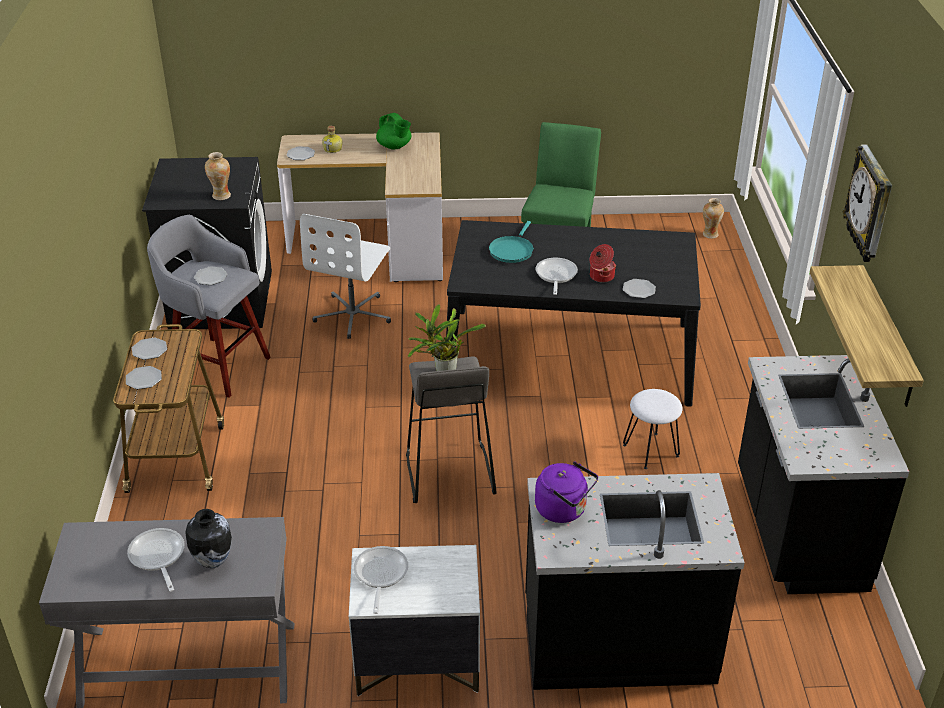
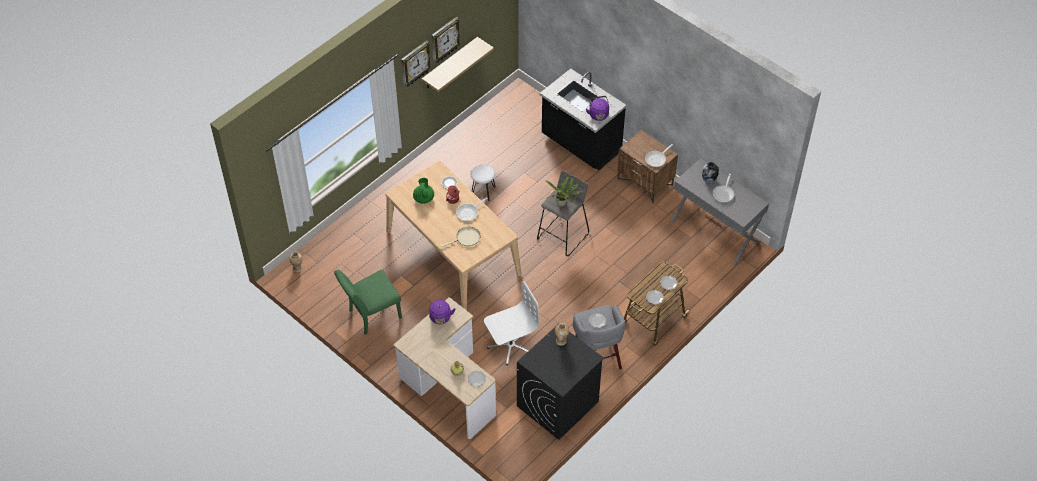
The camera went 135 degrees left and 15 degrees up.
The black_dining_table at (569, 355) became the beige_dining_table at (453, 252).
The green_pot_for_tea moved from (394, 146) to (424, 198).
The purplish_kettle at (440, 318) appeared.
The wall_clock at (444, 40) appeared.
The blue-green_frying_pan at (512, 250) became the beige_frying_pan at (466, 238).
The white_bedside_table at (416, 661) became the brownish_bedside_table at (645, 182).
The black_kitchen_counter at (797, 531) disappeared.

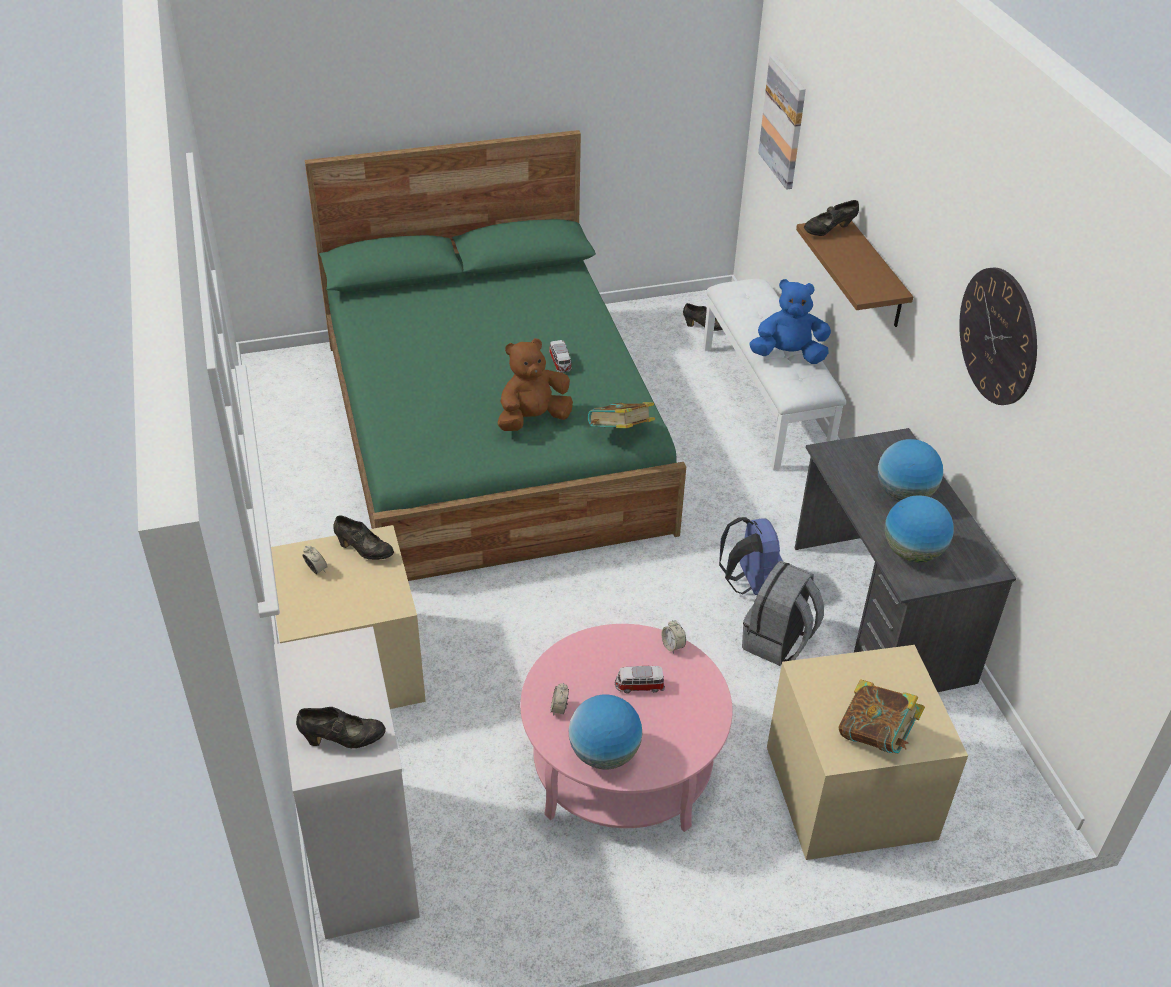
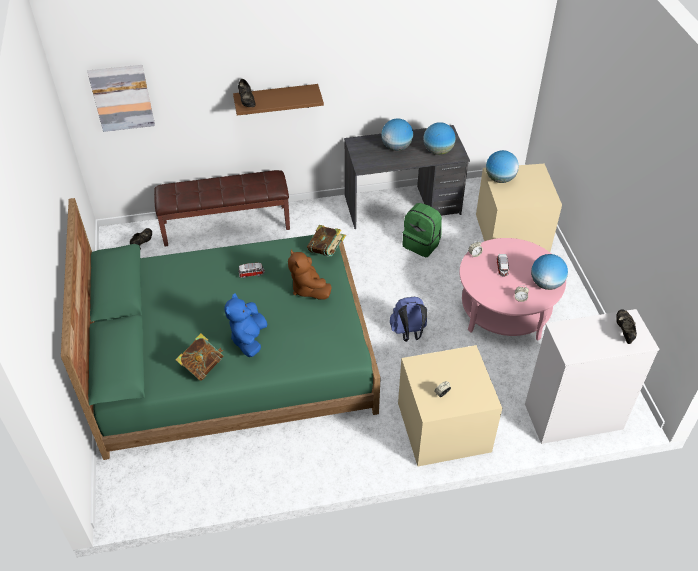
The camera went 85 degrees left and 5 degrees up.
The white_bench at (765, 401) became the brownish_bench at (226, 225).
The volume moved from (876, 735) to (202, 366).
The blue-coloured_plush_toy moved from (788, 355) to (249, 339).
The blue-coloured_rucksack moved from (750, 584) to (408, 333).
The gray_rucksack at (778, 642) became the green_rucksack at (422, 244).
The globe at (500, 179) appeared.
The black_low_shoe at (364, 551) disappeared.
The wall_clock at (998, 336) disappeared.

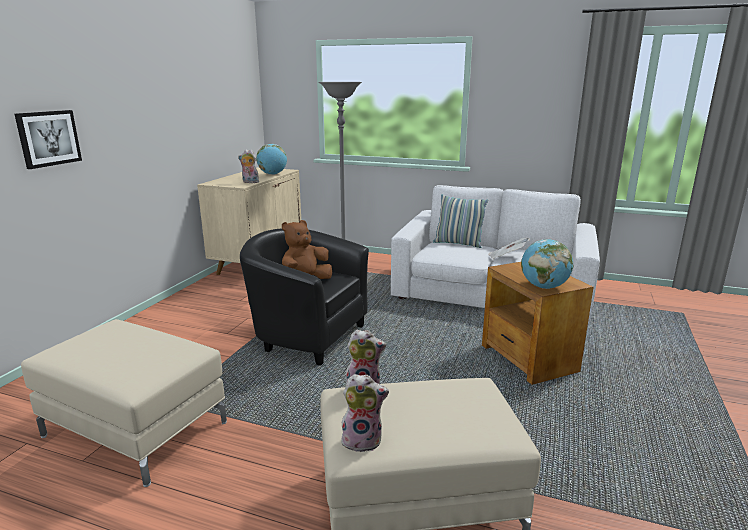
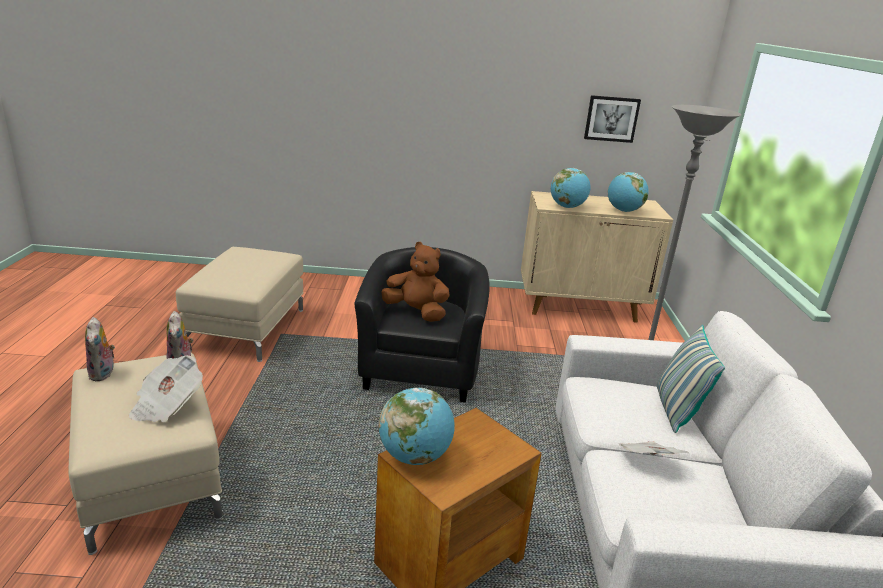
The camera went 70 degrees right and 5 degrees up.
The daily_paper at (167, 405) appeared.
The plush_toy at (249, 182) was replaced by the globe at (567, 207).
The picture moved from (48, 138) to (611, 119).

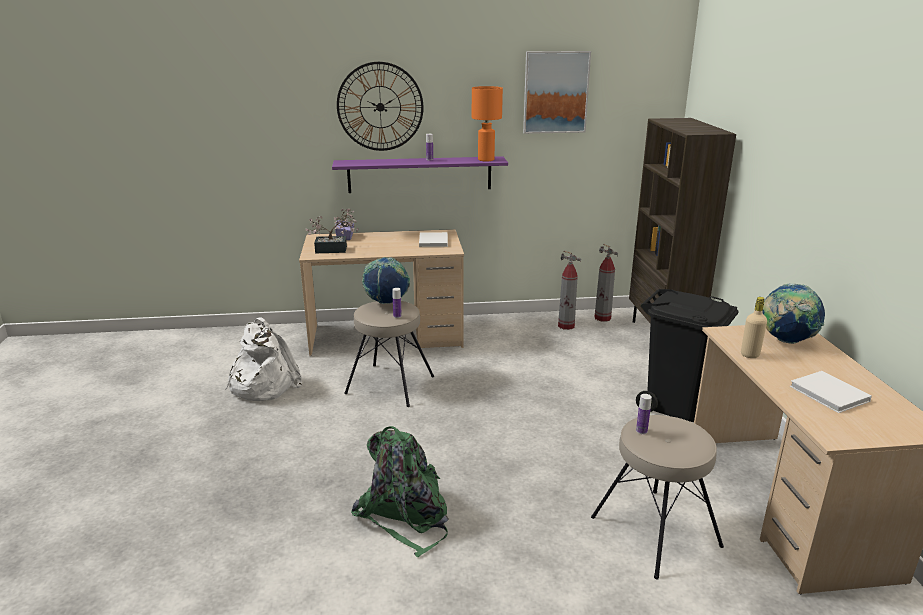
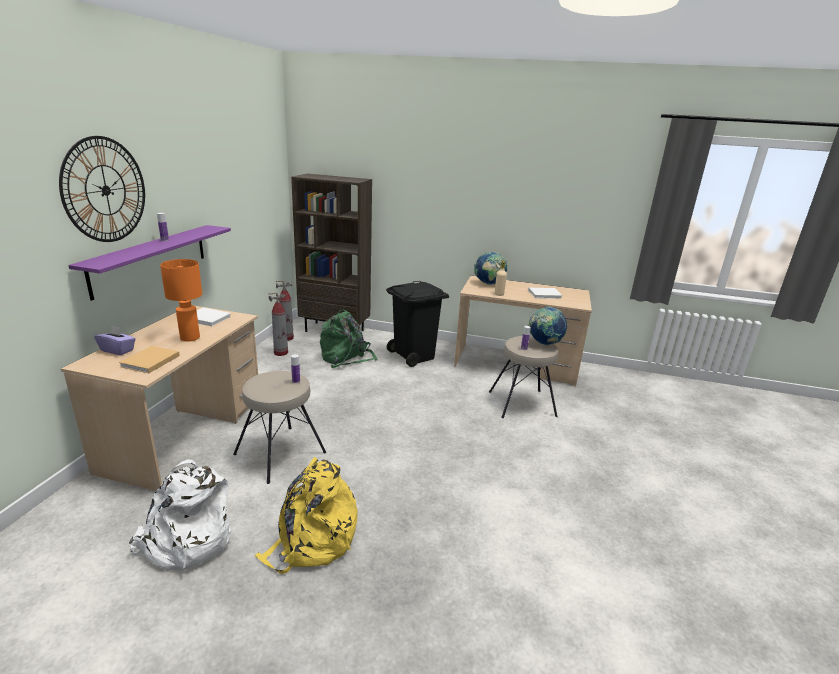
The camera went 70 degrees left and 0 degrees up.
The houseplant at (335, 249) was replaced by the beige_volume at (149, 361).
The orangey_lamp_for_a_table moved from (486, 160) to (190, 338).
The yellowish_rucksack at (312, 540) appeared.
The green_rucksack moved from (406, 515) to (346, 357).
The globe moved from (387, 302) to (544, 343).
The picture at (555, 92) disappeared.

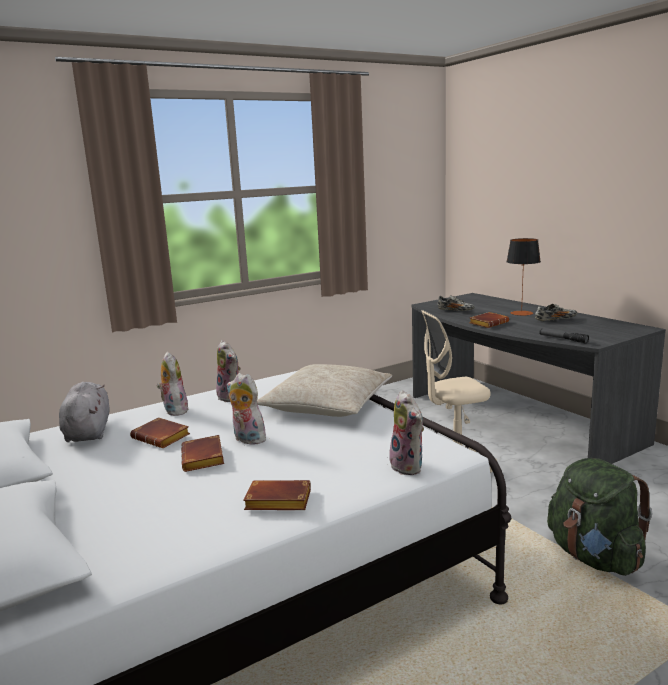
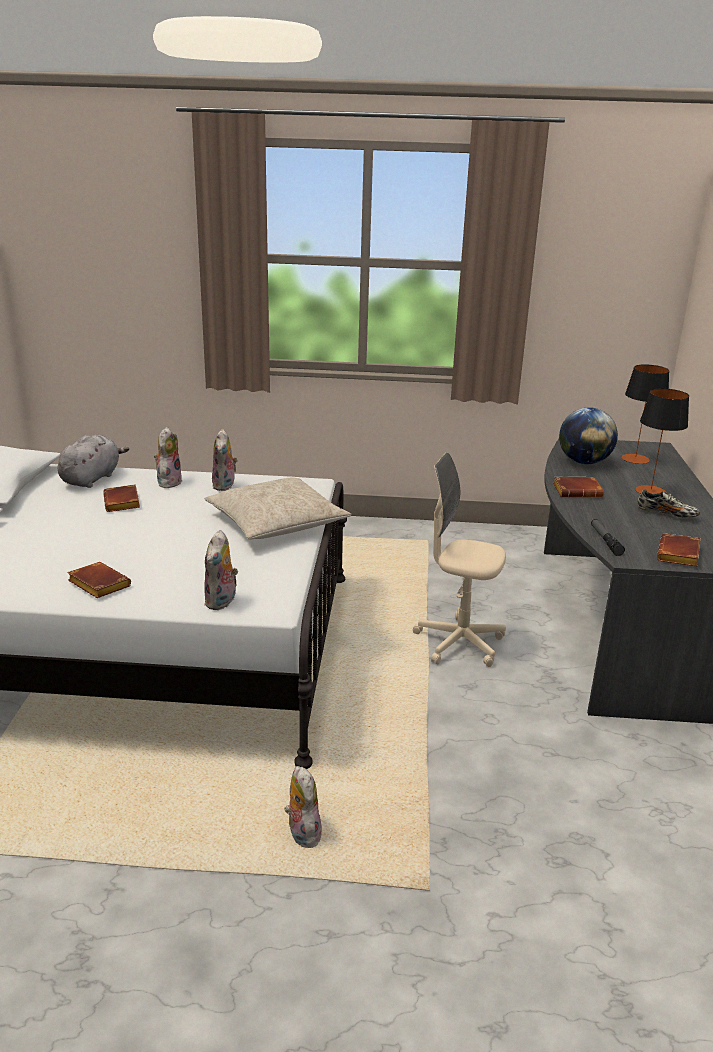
The camera went 35 degrees right and 10 degrees up.
The plush_toy moved from (247, 439) to (302, 833).
The low_shoe at (455, 311) was replaced by the globe at (584, 462).
The lamp_for_a_table at (635, 459) appeared.
The brownish_volume moved from (204, 459) to (679, 556).
The green_rucksack at (594, 557) disappeared.

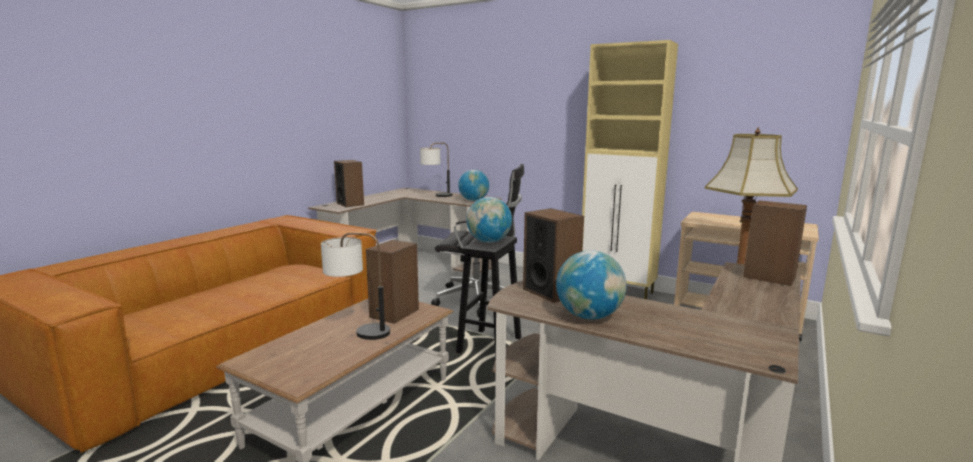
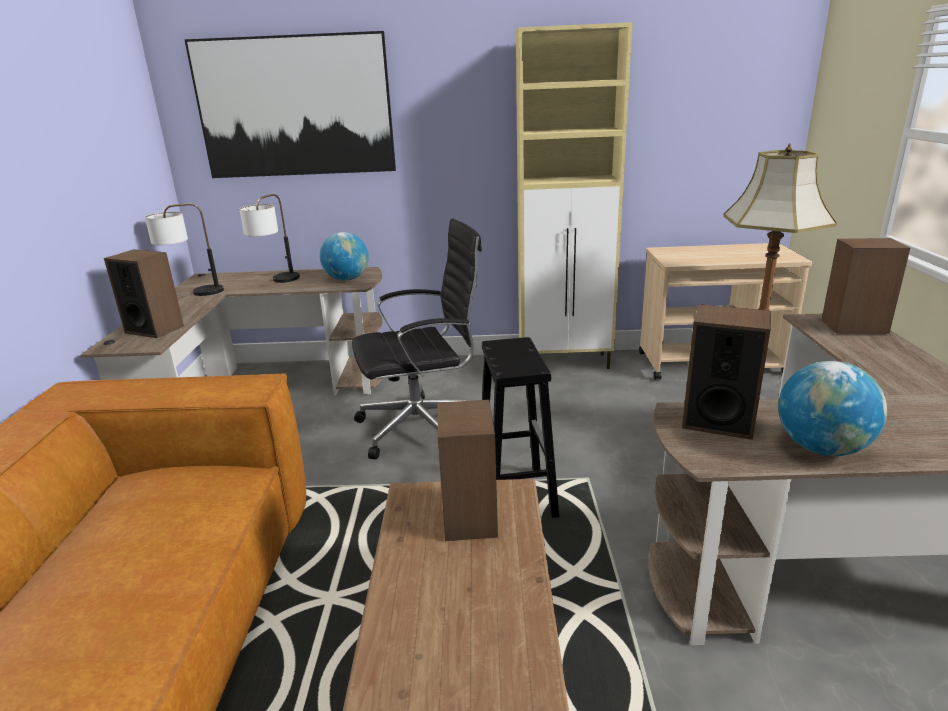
The camera went 30 degrees left and 10 degrees up.
The lamp_for_a_table moved from (358, 331) to (193, 293).
The picture at (295, 107) appeared.
The globe at (489, 241) disappeared.

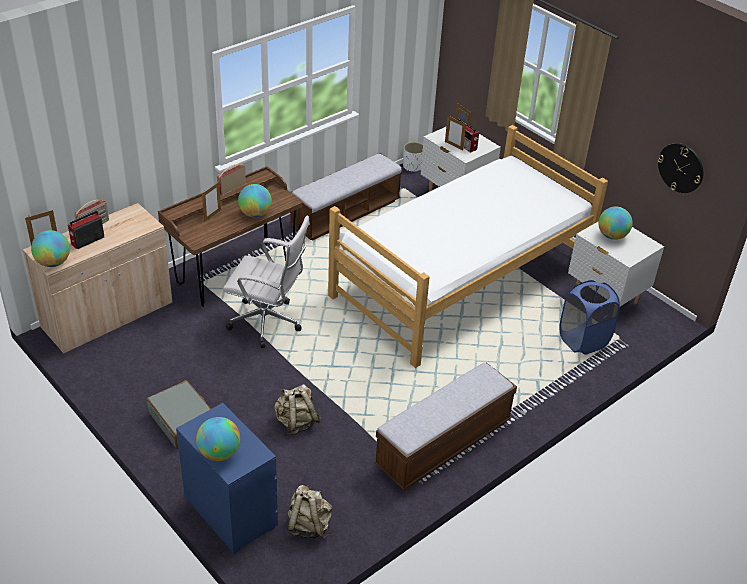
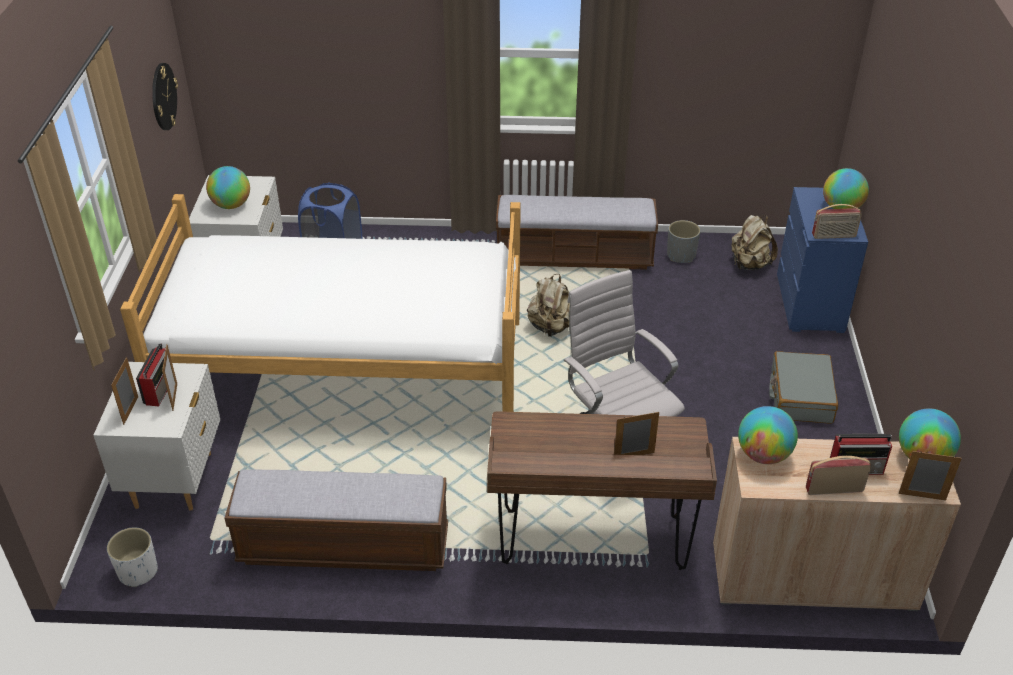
The camera went 135 degrees left and 0 degrees up.
The beige_rucksack moved from (296, 422) to (550, 327).
The gray_plant_pot at (681, 255) appeared.
The globe moved from (255, 214) to (763, 455).
The radio moved from (231, 188) to (834, 236).

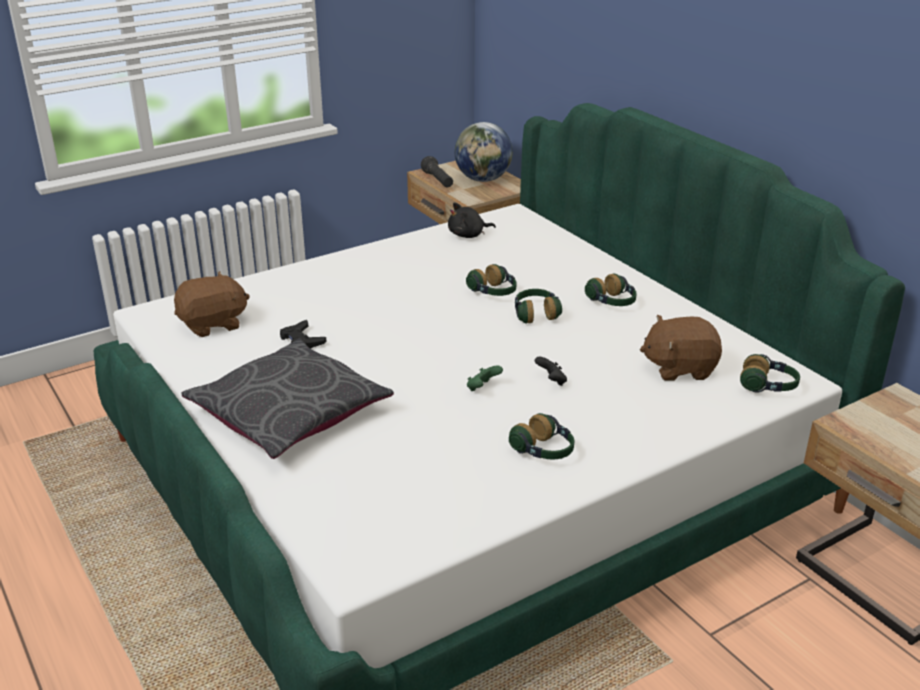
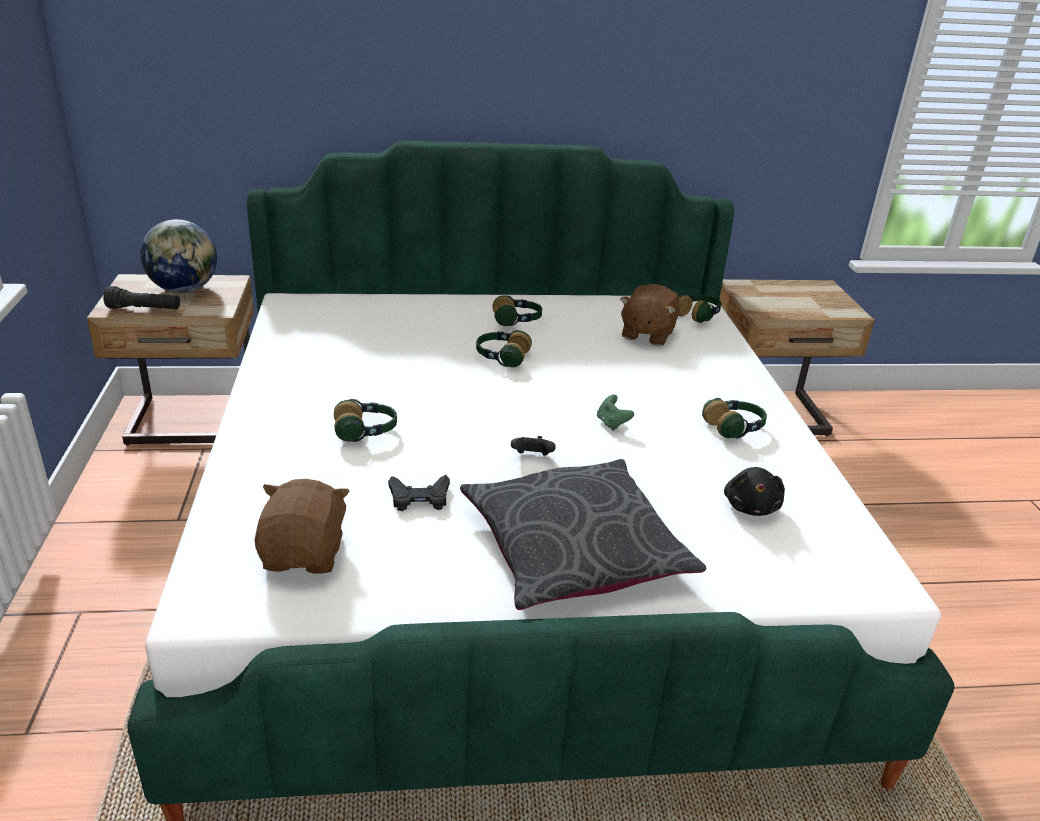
The camera went 65 degrees left and 0 degrees up.
The pair_of_headphones moved from (493, 292) to (366, 432).
The black_joypad moved from (551, 381) to (532, 457).
The black_plush_toy moved from (468, 235) to (751, 506).

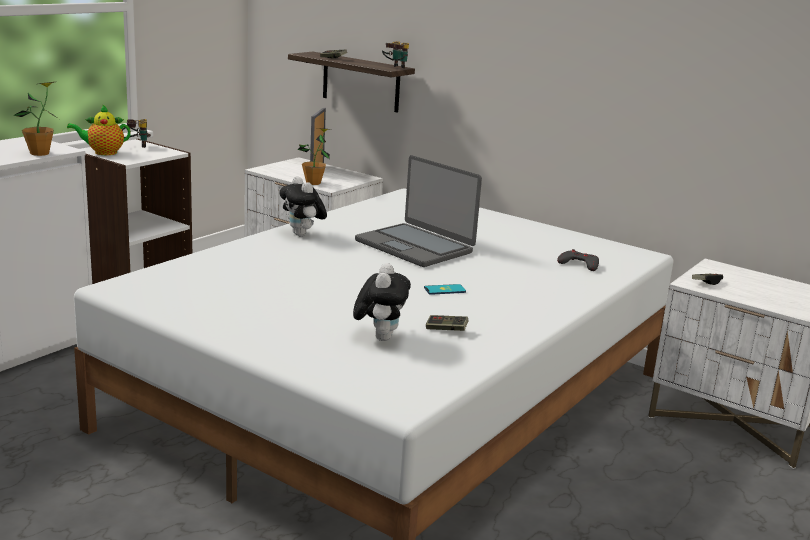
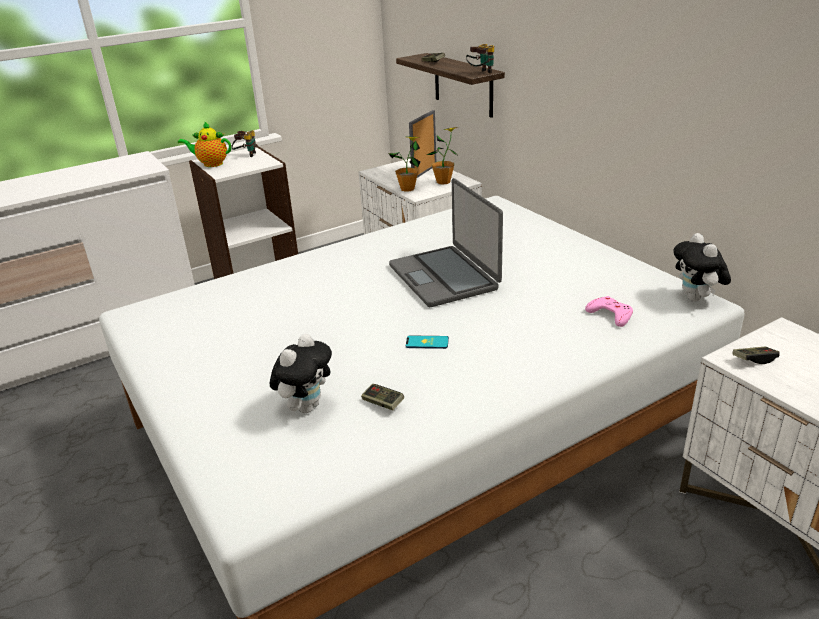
The camera went 25 degrees right and 10 degrees up.
The houseplant moved from (40, 153) to (443, 182).
The gray_joypad at (579, 264) became the pink_joypad at (610, 315).
The plush_toy moved from (302, 235) to (696, 299).

